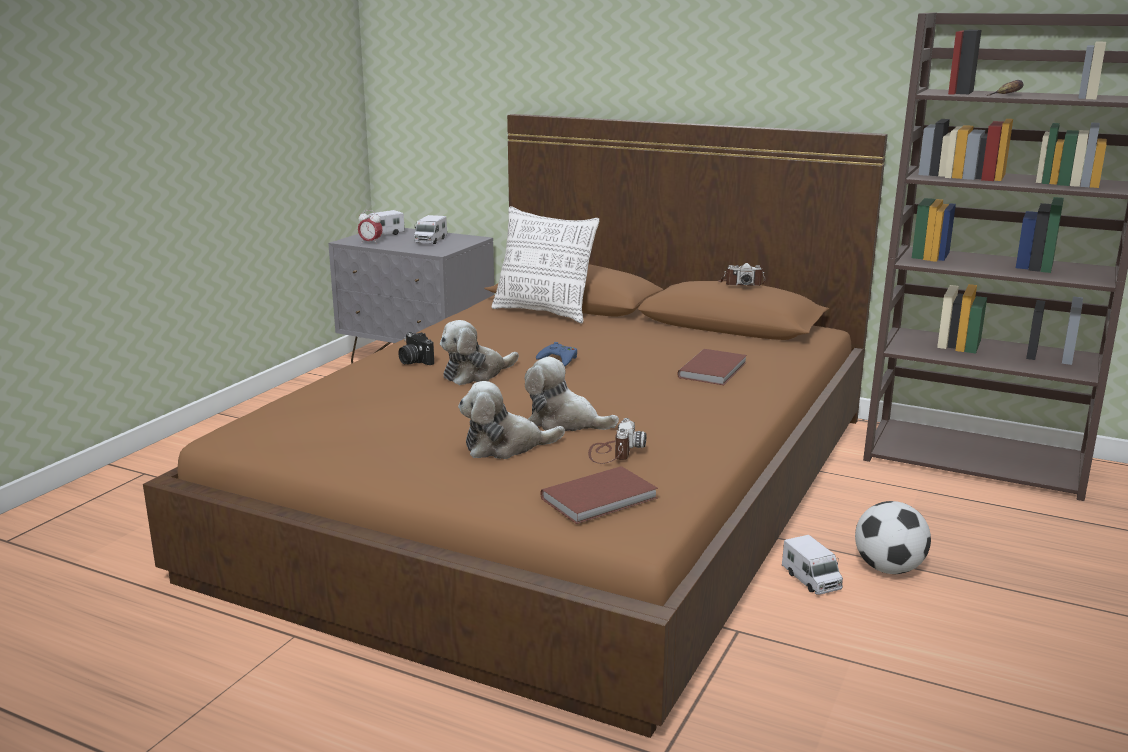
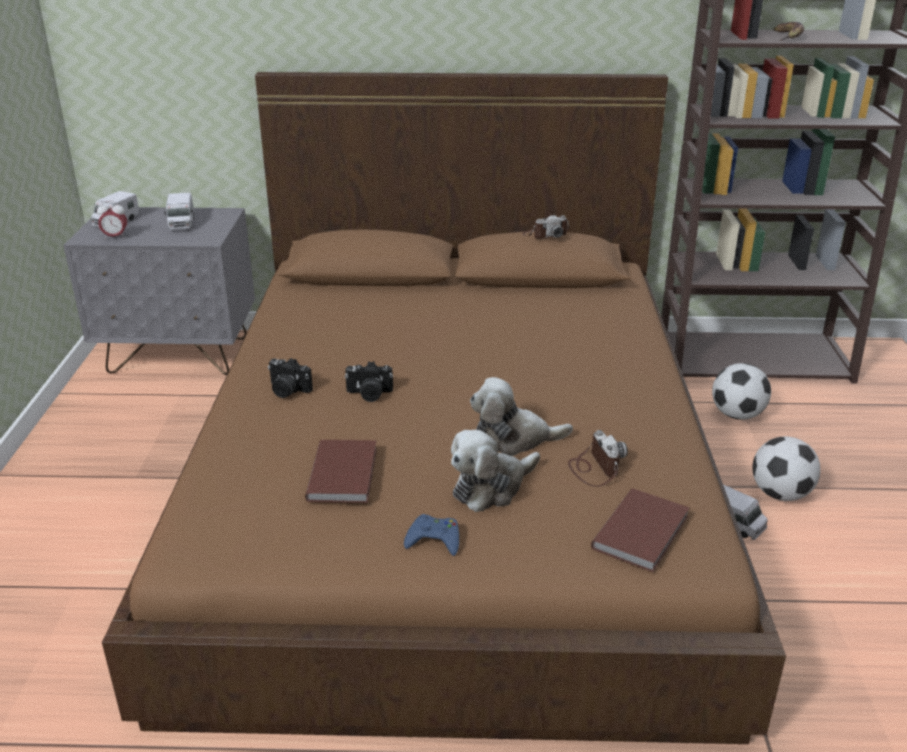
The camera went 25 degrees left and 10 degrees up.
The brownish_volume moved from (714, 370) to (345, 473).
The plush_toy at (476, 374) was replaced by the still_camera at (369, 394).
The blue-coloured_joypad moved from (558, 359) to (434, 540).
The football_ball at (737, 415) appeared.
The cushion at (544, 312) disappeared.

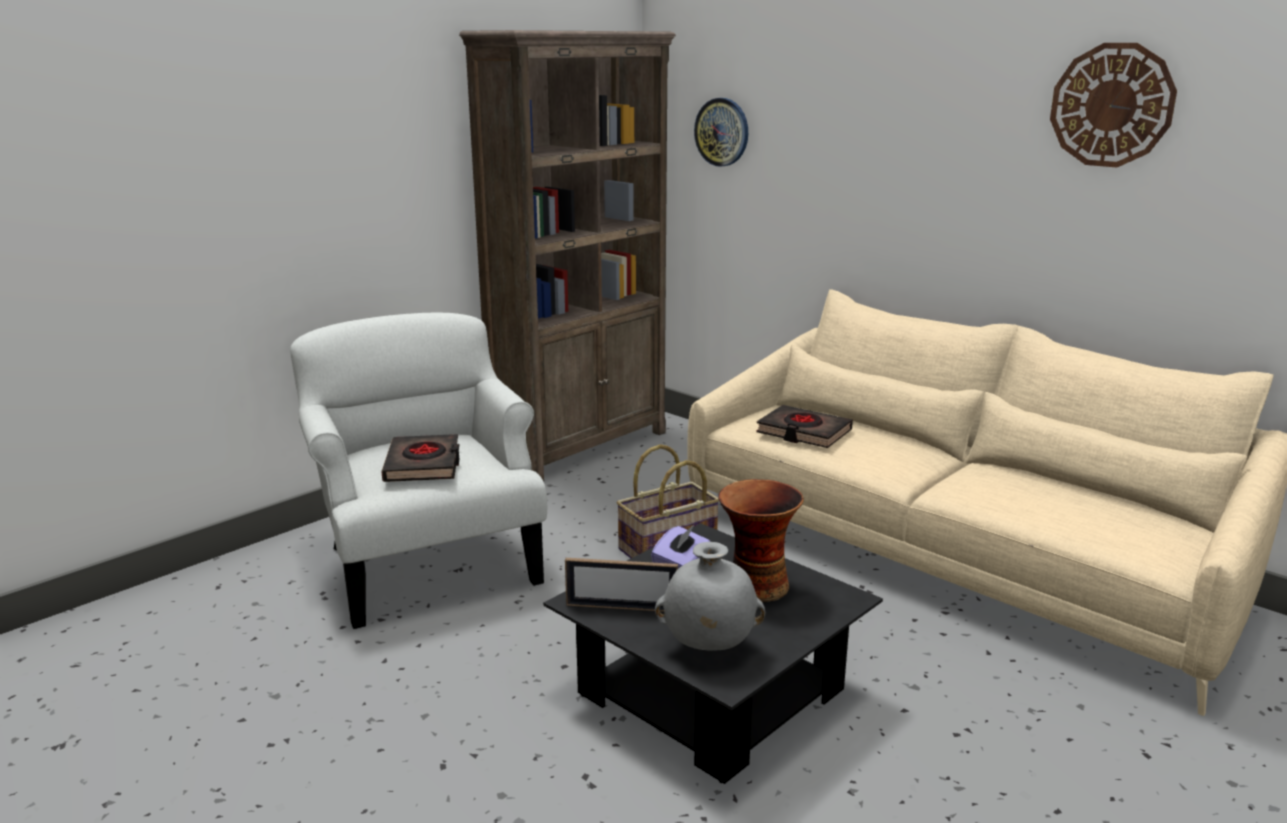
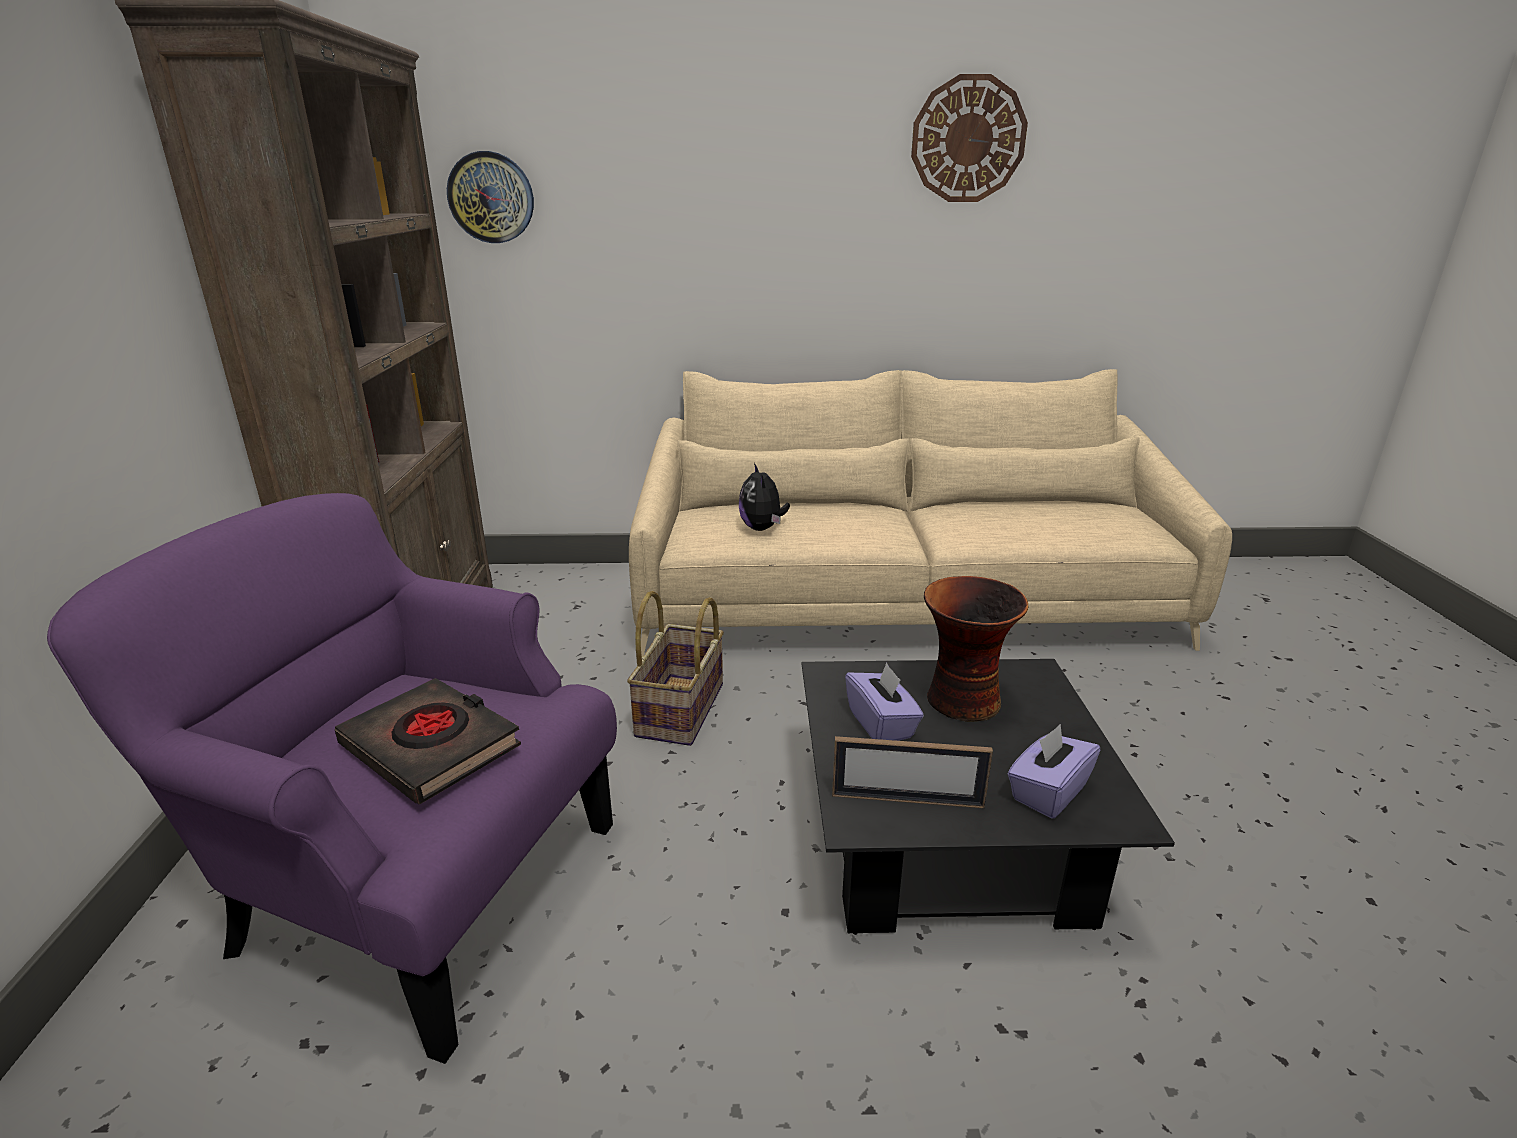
The camera went 45 degrees left and 5 degrees up.
The white_armchair at (427, 563) became the purplish_armchair at (418, 889).
The black_volume at (803, 432) was replaced by the plush_toy at (762, 528).
The picture_frame at (621, 607) turned 45 degrees clockwise.
The gray_vase at (708, 647) was replaced by the purplish_tissue_holder at (1048, 792).

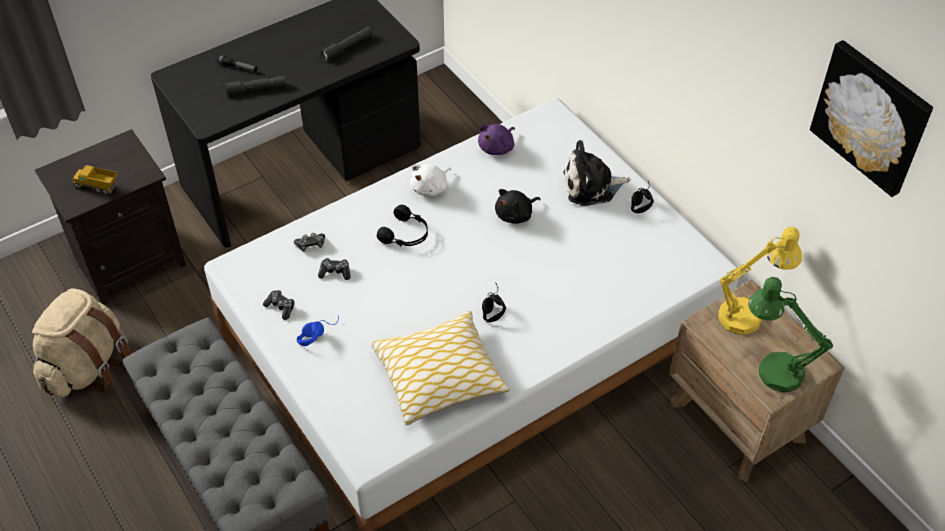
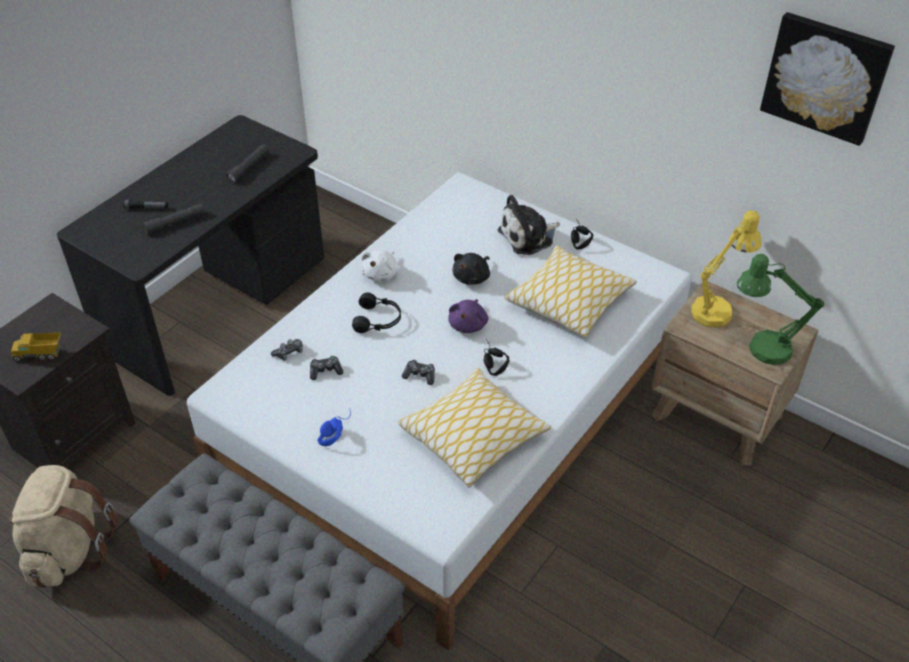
The camera went 20 degrees left and 5 degrees down.
The joypad moved from (280, 307) to (420, 375).
The purplish_plush_toy moved from (497, 147) to (468, 324).
The cushion at (569, 301) appeared.

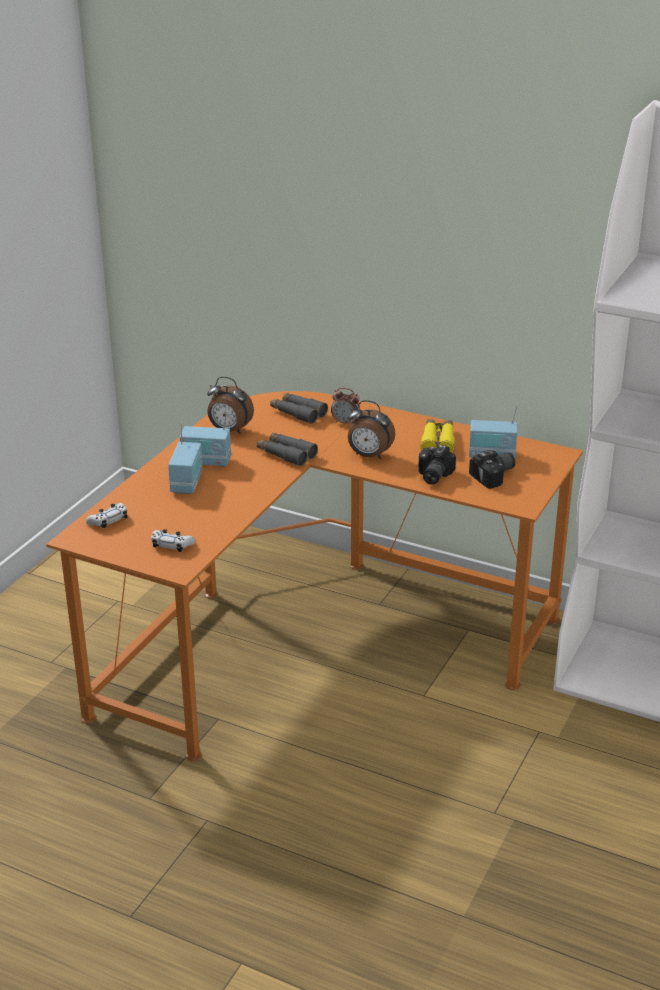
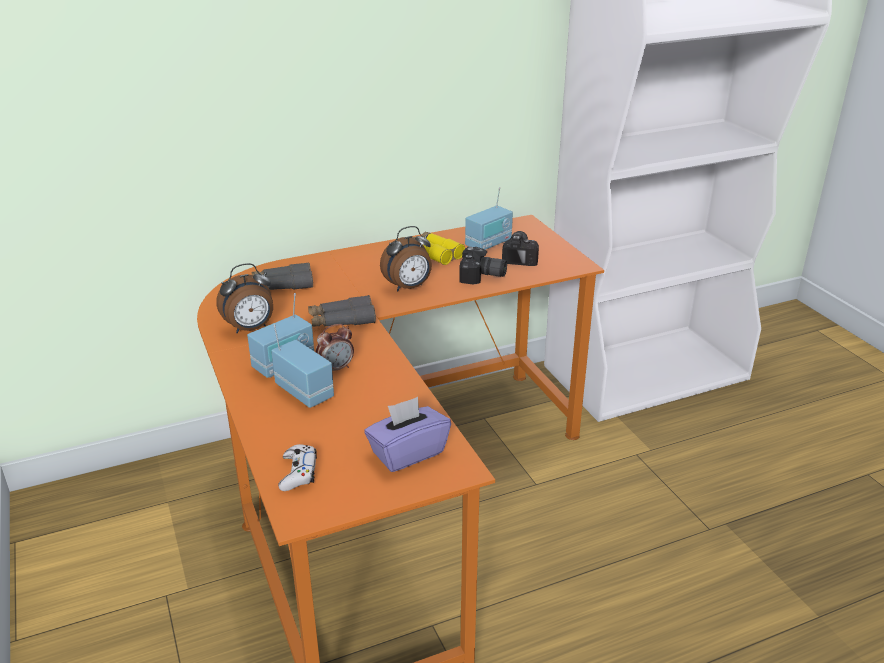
The camera went 50 degrees left and 0 degrees up.
The bedside_clock moved from (345, 422) to (336, 368).
The white_joypad at (172, 545) was replaced by the purplish_tissue_holder at (407, 453).
The still_camera at (432, 476) turned 45 degrees counterclockwise.

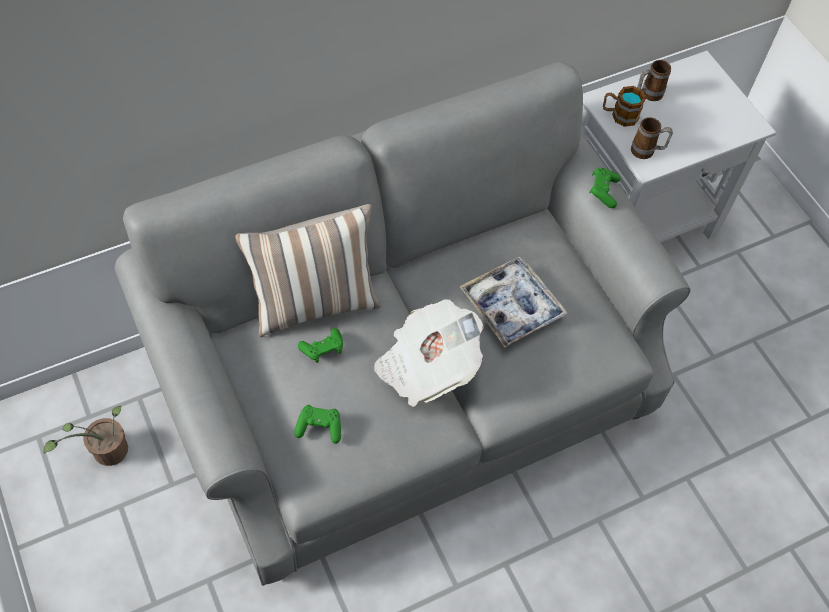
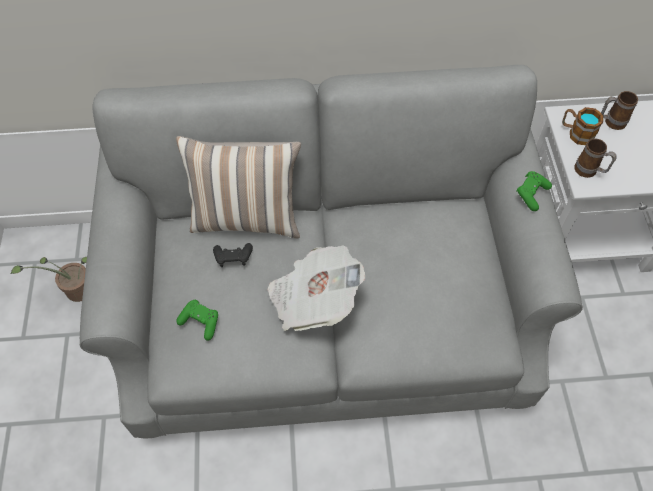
The camera went 25 degrees right and 0 degrees up.
The green_joypad at (323, 350) became the black_joypad at (233, 258).
The carrying_tray at (512, 306) disappeared.

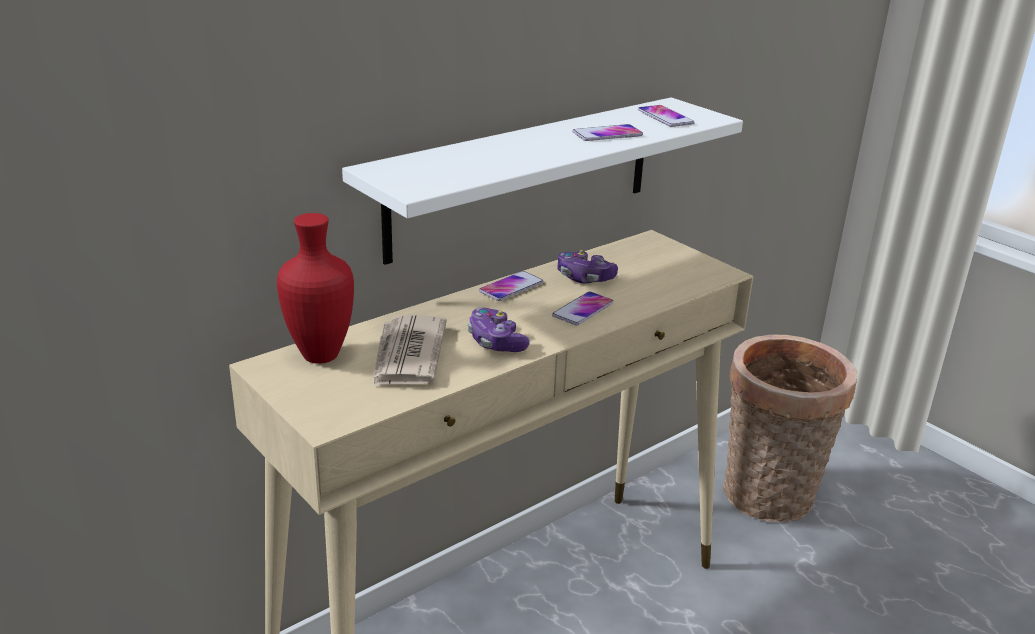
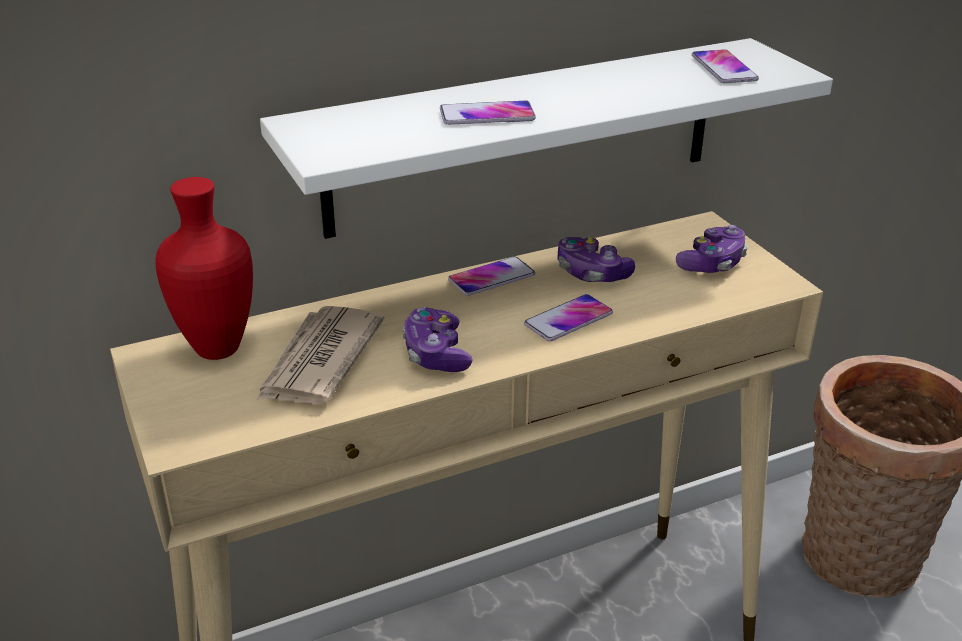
The camera went 15 degrees right and 5 degrees up.
The telephone moved from (607, 134) to (487, 115).
The joypad at (712, 263) appeared.

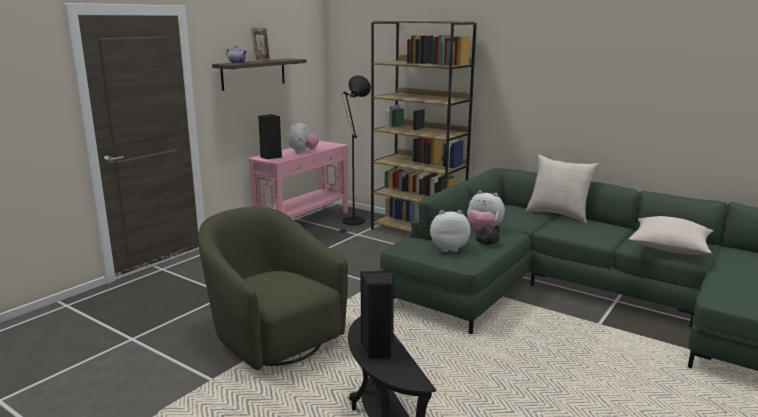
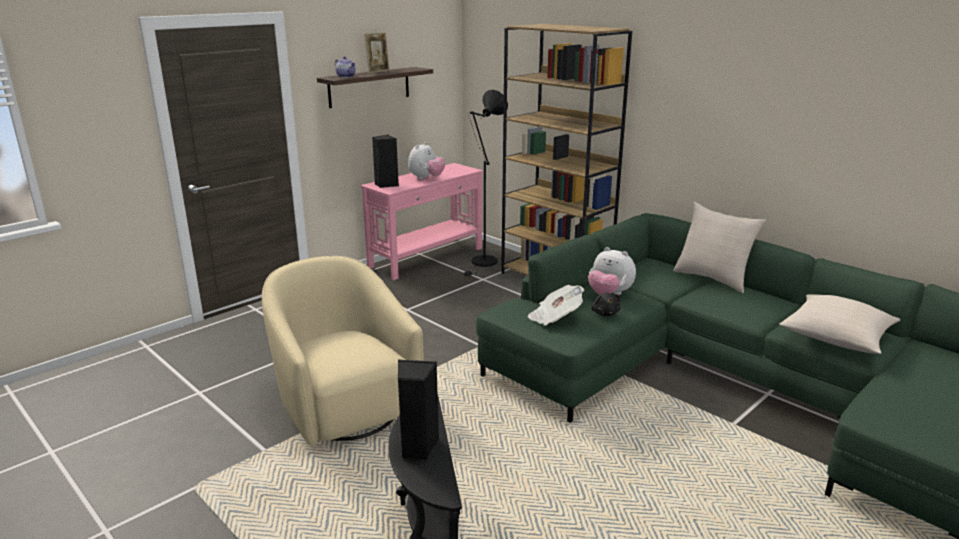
The camera went 10 degrees right and 5 degrees up.
The green_armchair at (272, 338) became the beige_armchair at (344, 406).
The plush_toy at (448, 248) was replaced by the daily_paper at (555, 318).

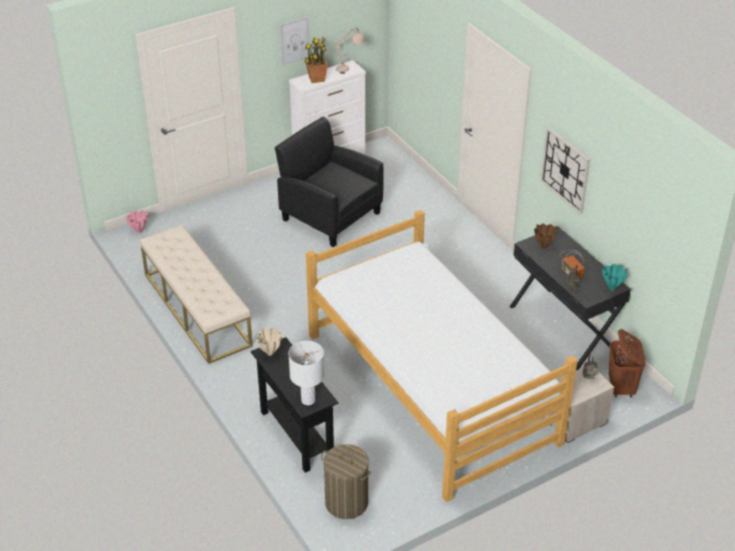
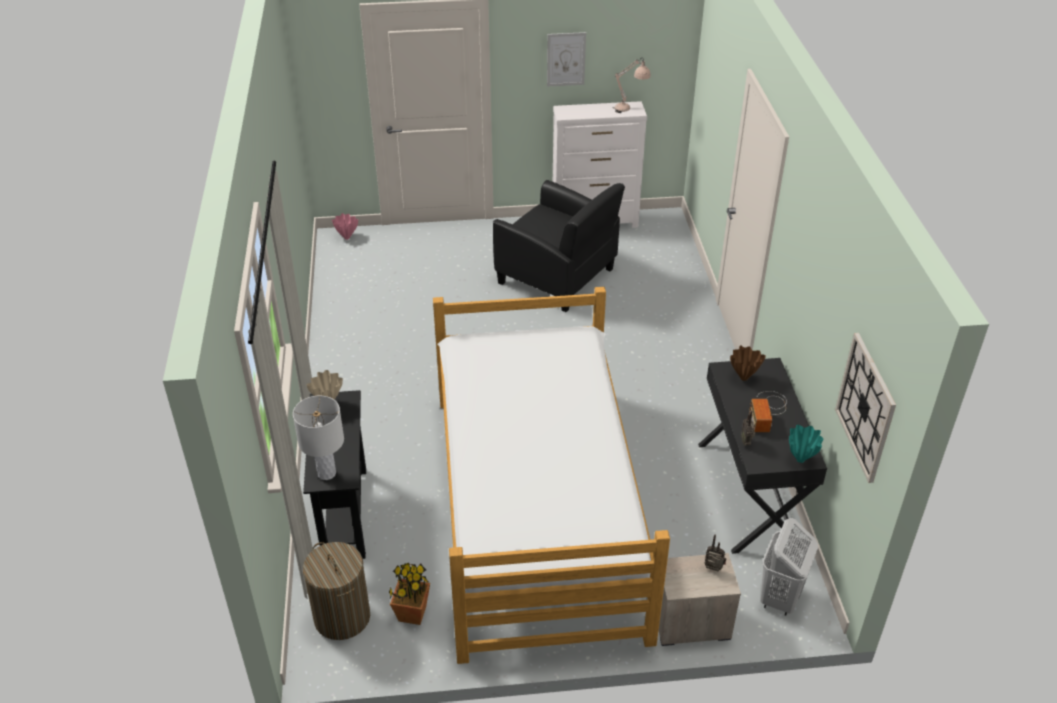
The camera went 25 degrees right and 0 degrees up.
The houseplant moved from (316, 79) to (412, 614).
The black_armchair at (330, 215) turned 150 degrees clockwise.
The brownish_hamper at (621, 388) became the white_hamper at (780, 598).
The wall_clock moved from (565, 170) to (865, 407).
The beige_bench at (197, 309) disappeared.

